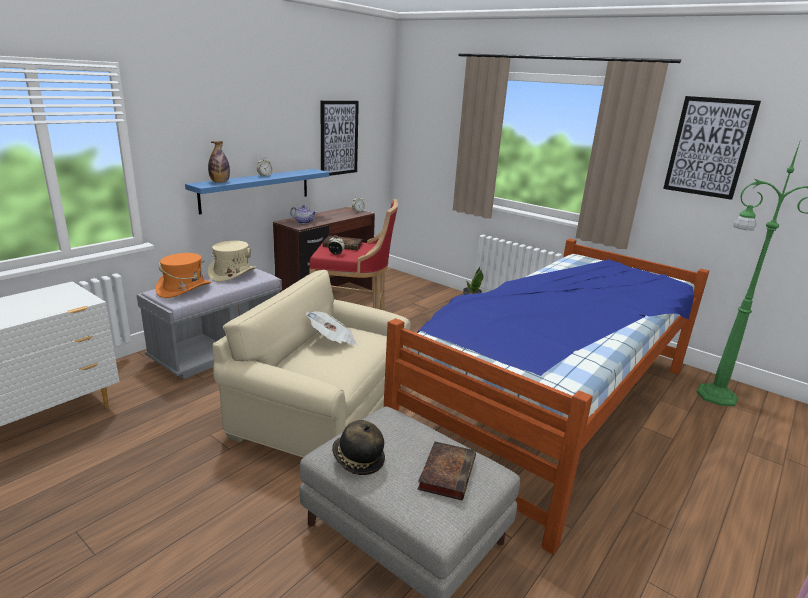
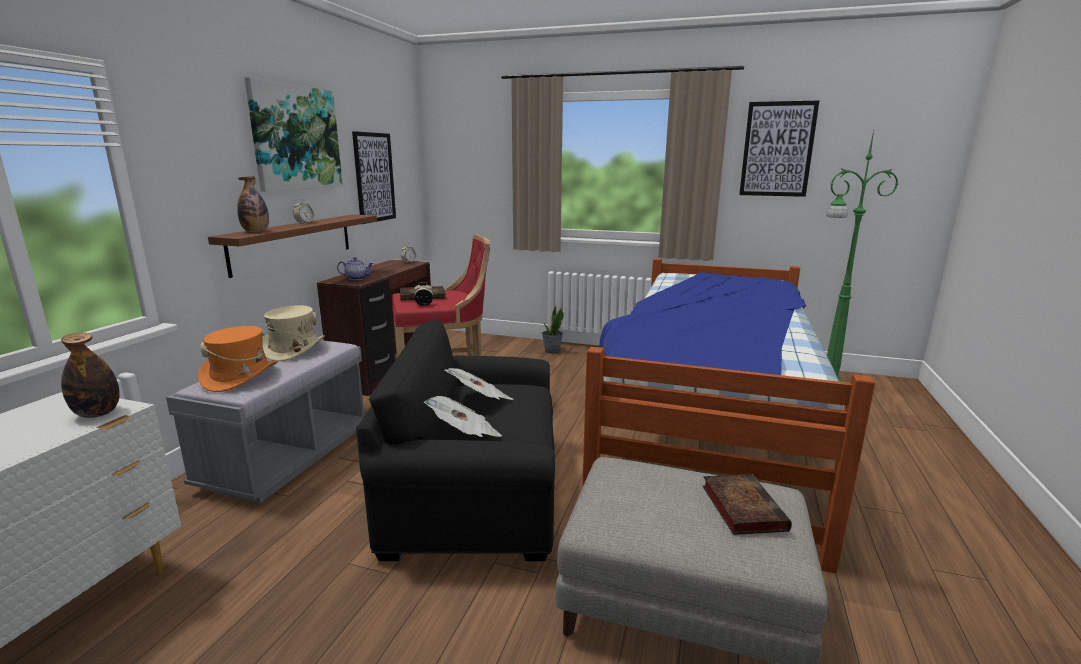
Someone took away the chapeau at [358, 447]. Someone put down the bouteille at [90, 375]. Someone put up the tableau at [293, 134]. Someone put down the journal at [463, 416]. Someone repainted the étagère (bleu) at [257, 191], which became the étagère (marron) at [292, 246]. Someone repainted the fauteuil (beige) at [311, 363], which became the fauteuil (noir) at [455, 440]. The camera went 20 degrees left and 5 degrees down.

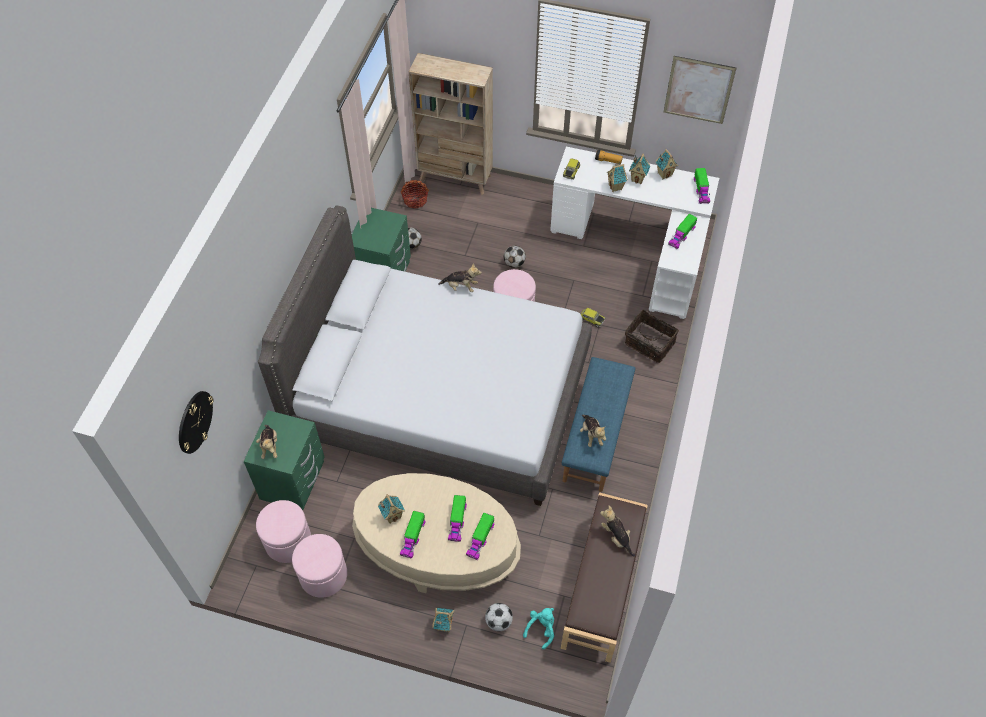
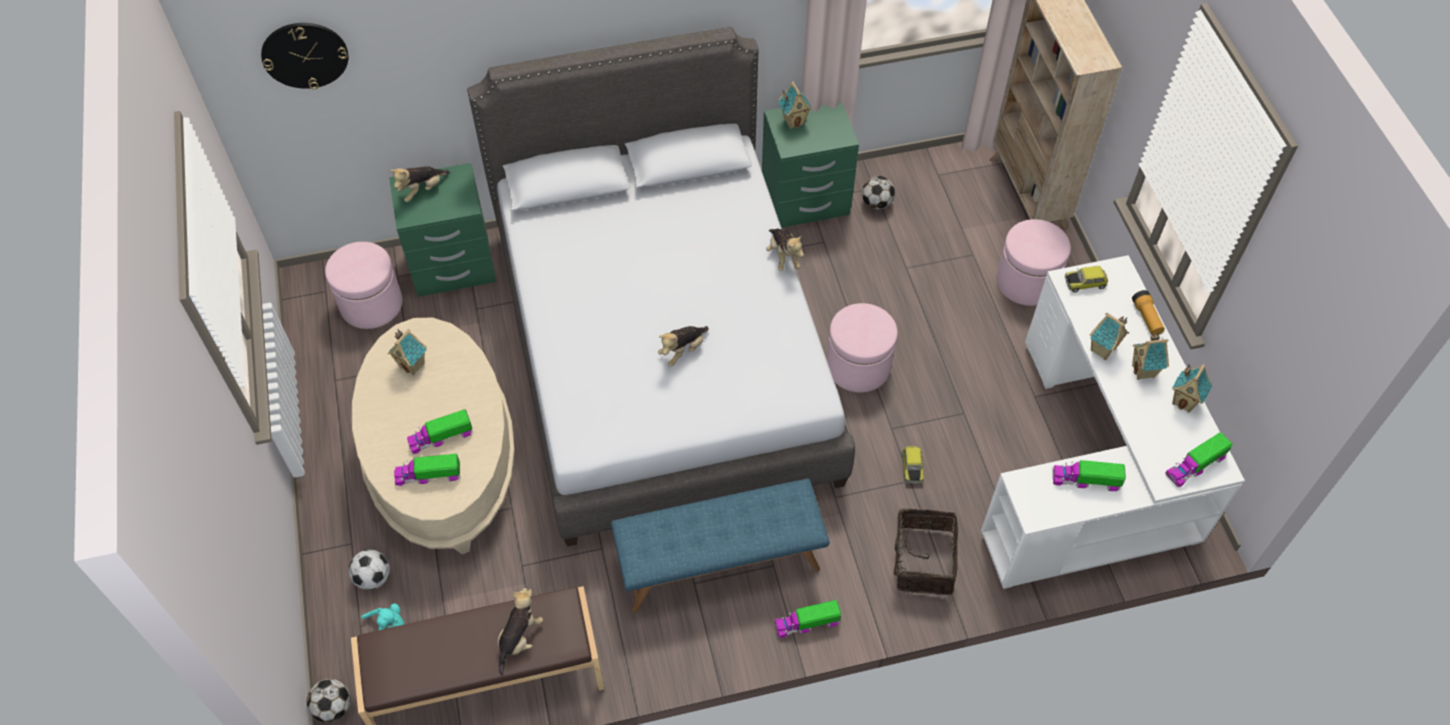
Someone took away the panier at [415, 194]. Someone took away the tableau at [700, 90]. Someone carried the pouf (rose) from [319, 566] to [1033, 262]. Someone carried the camion jouet from [413, 535] to [807, 619]. Someone carried the maison miniature from [443, 620] to [795, 105]. Someone carried the ballon de foot from [515, 257] to [328, 700]. Someone carried the peluche from [593, 431] to [683, 346]. The camera went 60 degrees right and 0 degrees up.

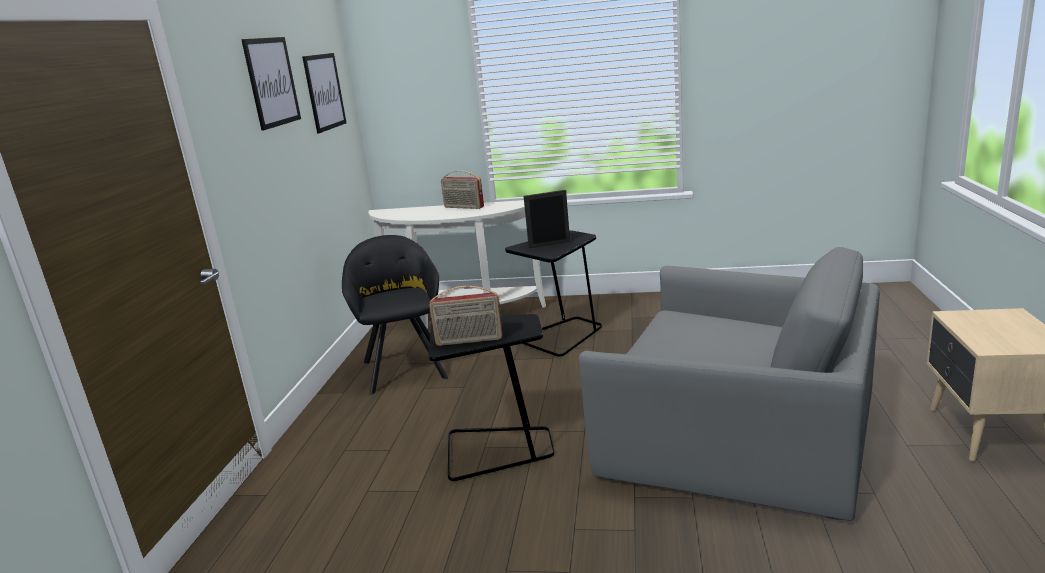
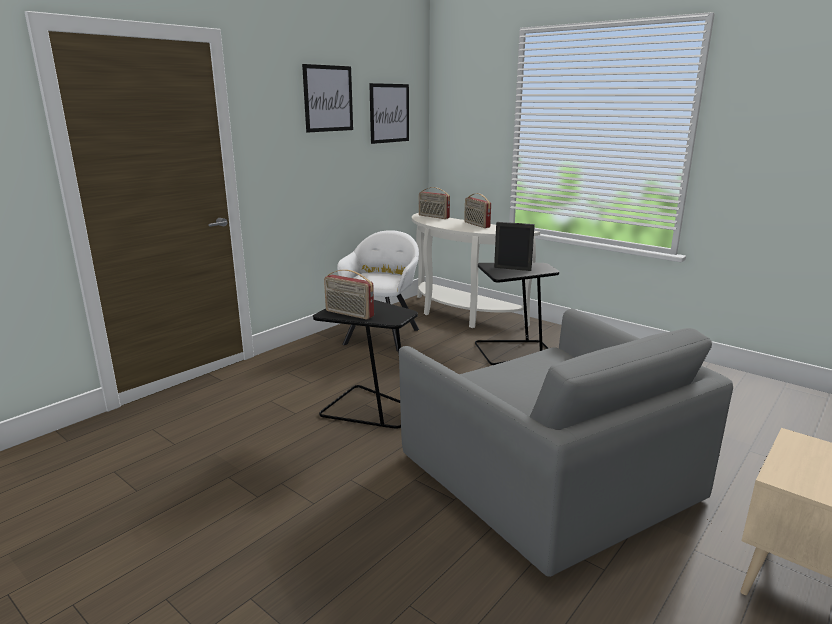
Someone put down the radio at [434, 203]. Someone repainted the fauteuil (noir) at [395, 315], which became the fauteuil (blanc) at [378, 291]. The camera went 30 degrees right and 0 degrees up.

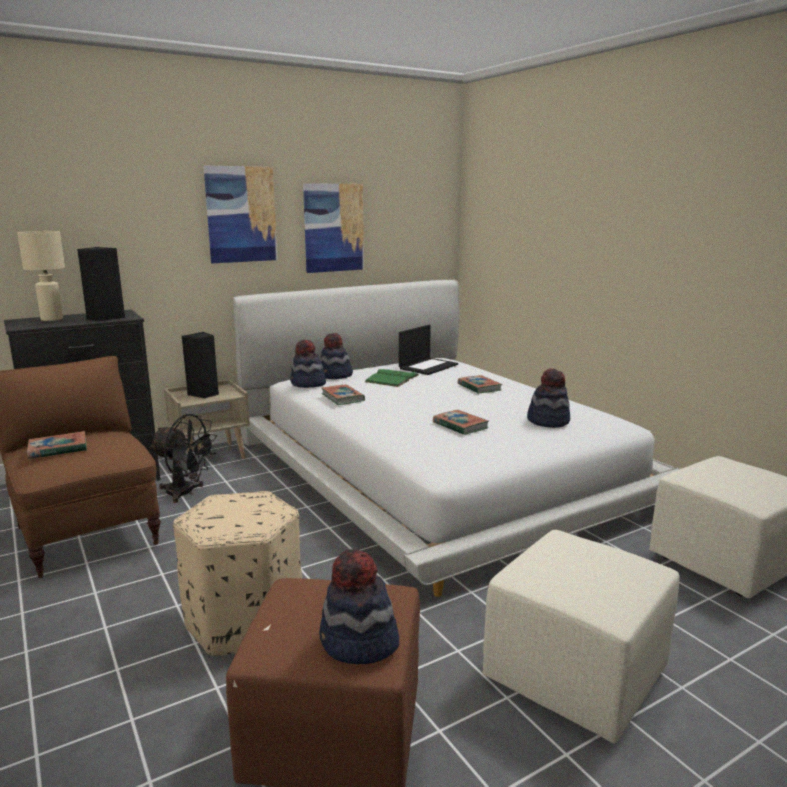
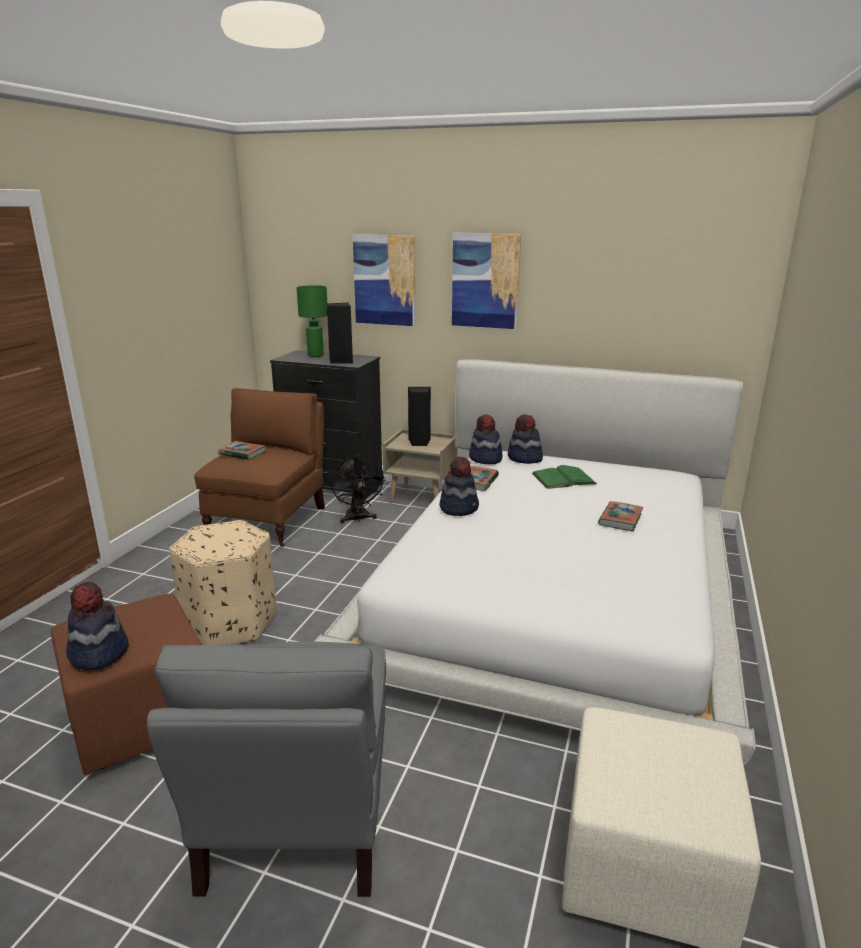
Someone took away the ordinateur portable at [428, 350]. Someone took away the livre at [461, 422]. Someone carried the tableau from [333, 228] to [384, 280]. Someone carried the chapeau from [548, 398] to [459, 486]. Someone swapped the pouf (beige) at [581, 637] for the fauteuil (gris) at [266, 769]. Someone repainted the lampe de table (beige) at [41, 276], which became the lampe de table (vert) at [311, 321]. The camera went 50 degrees right and 5 degrees up.

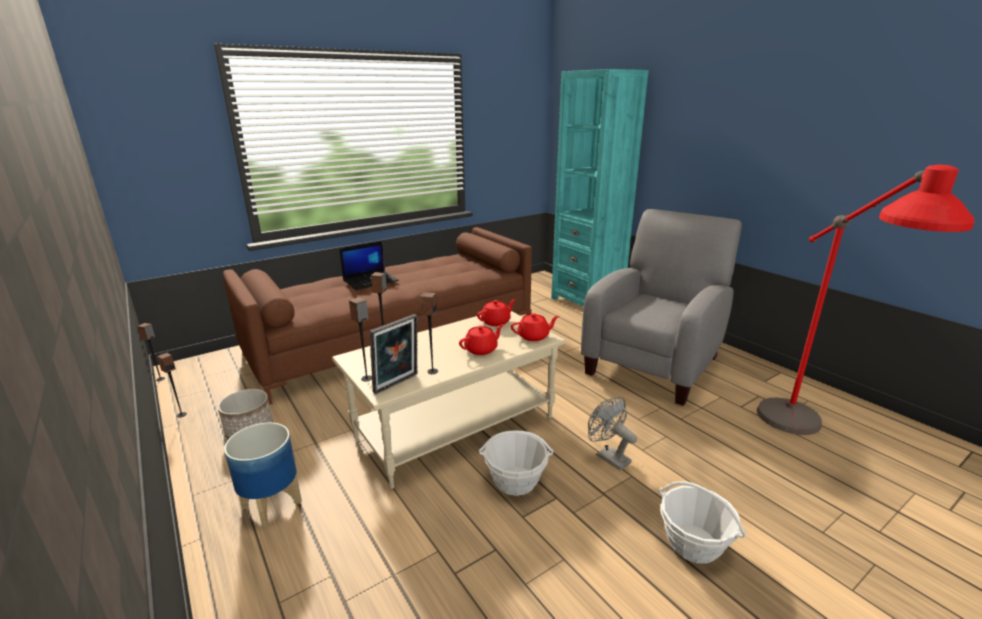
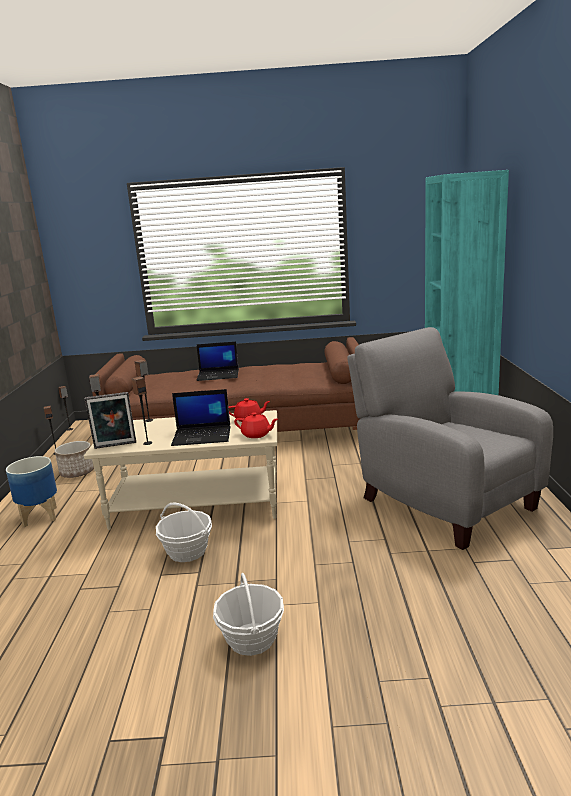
Someone took away the ventilateur (gris) at [612, 433]. Someone took away the lampadaire (rouge) at [866, 300]. Someone swapped the théière (rouge) at [481, 339] for the ordinateur portable at [201, 417]. Someone rotated the fauteuil (gris) at [661, 307] by 105 degrees counterclockwise. The camera went 35 degrees right and 5 degrees down.

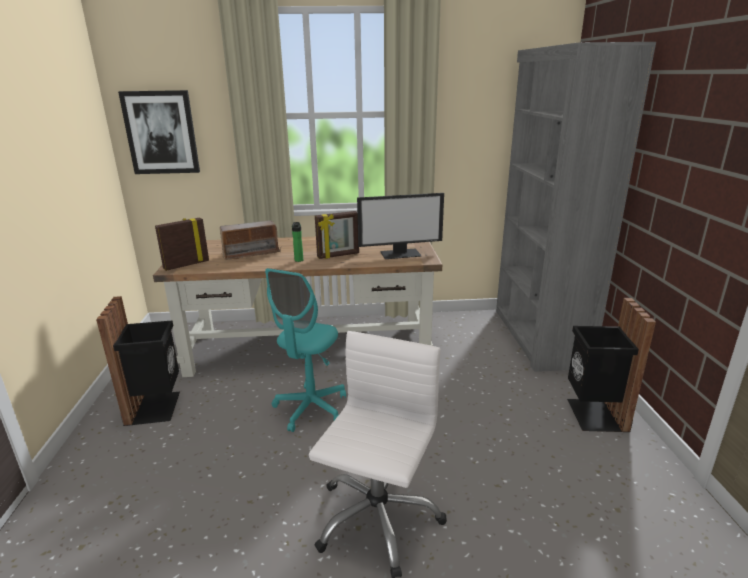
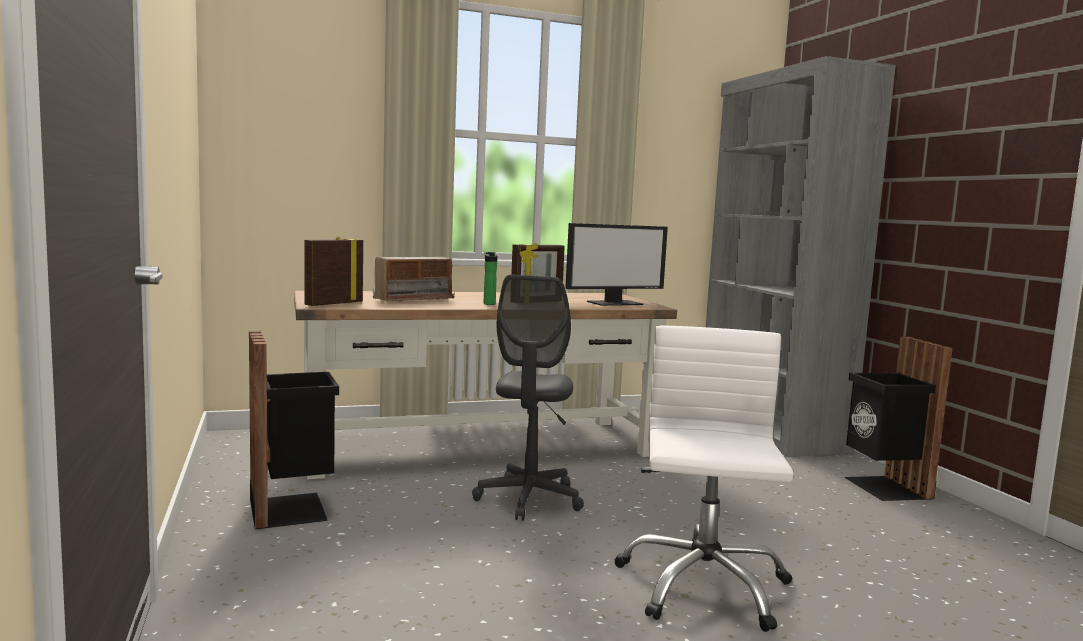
Someone took away the tableau at [159, 132]. Someone repainted the chaise de bureau (turquoise) at [305, 350], which became the chaise de bureau (gris) at [528, 398]. The camera went 15 degrees left and 15 degrees down.

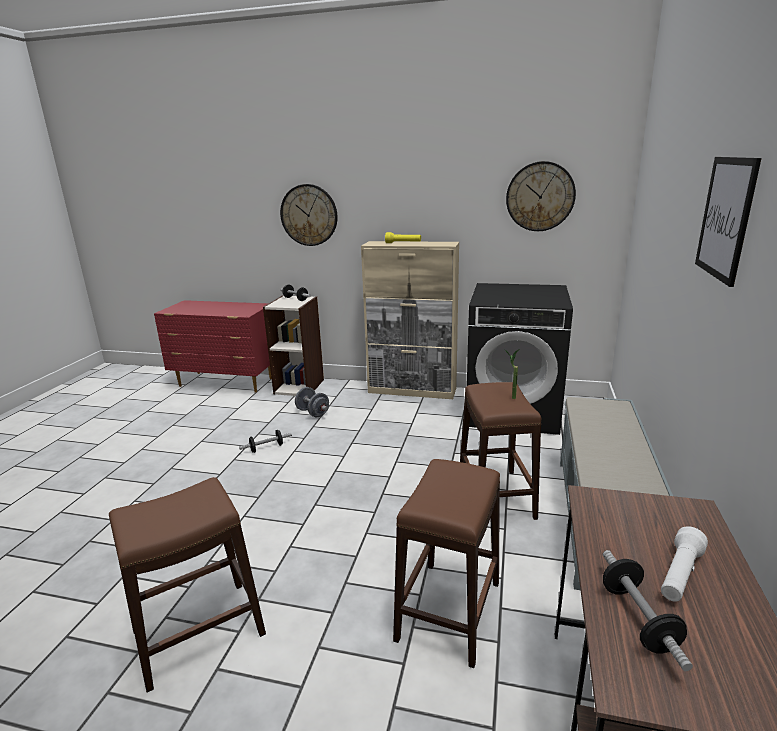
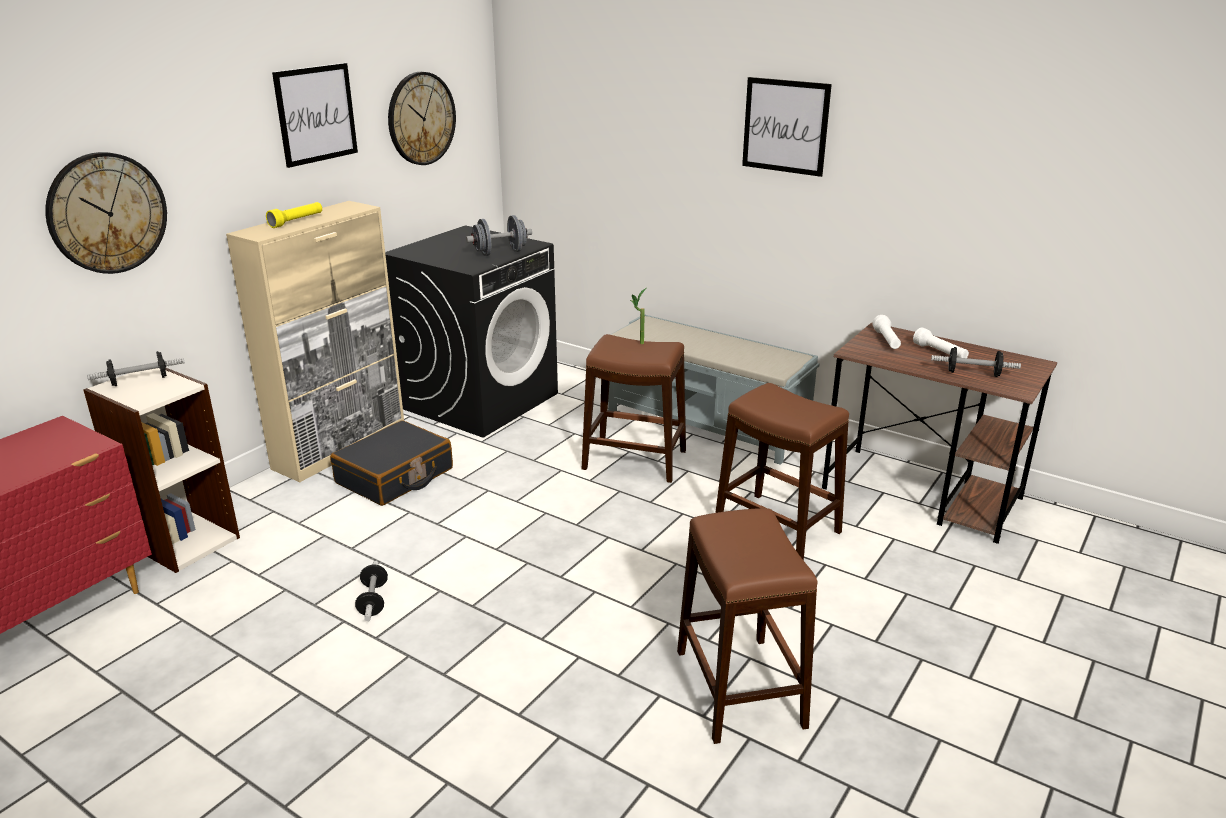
Someone put up the tableau at [315, 115]. Someone put down the valise (noir) at [391, 463]. Someone put down the lampe de poche (blanc) at [886, 332]. Someone carried the haltère (gris) from [312, 402] to [499, 235]. The camera went 70 degrees left and 5 degrees up.

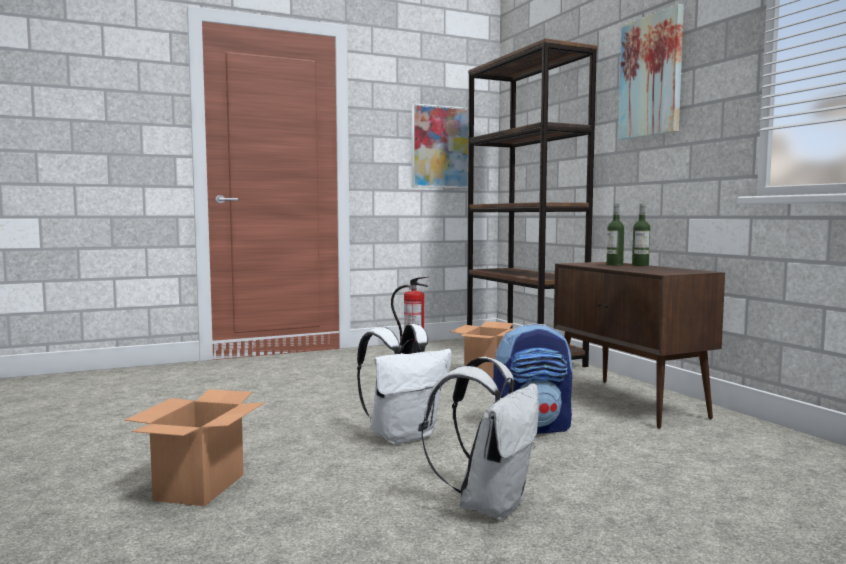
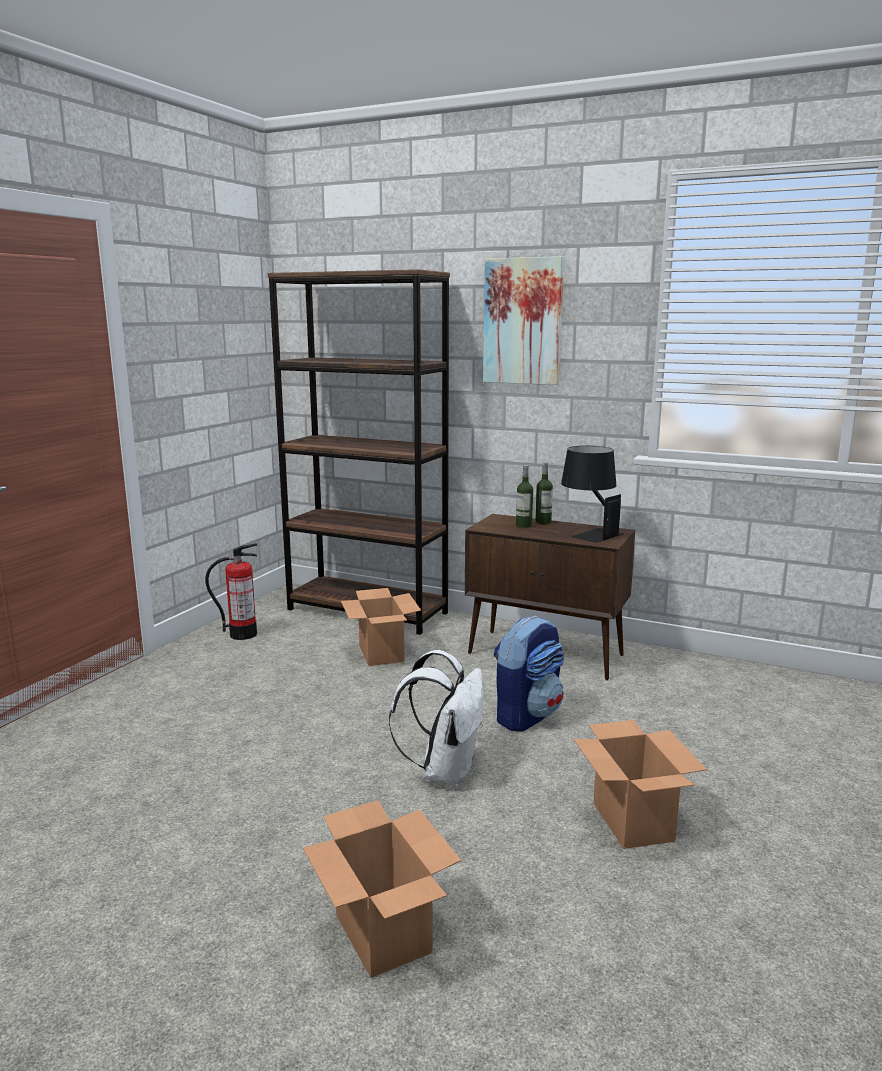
Someone took away the tableau at [440, 146]. Someone put down the lampe de table (noir) at [592, 494]. Someone swapped the sac à dos (blanc) at [480, 438] for the carton at [640, 784]. The camera went 40 degrees left and 10 degrees up.

